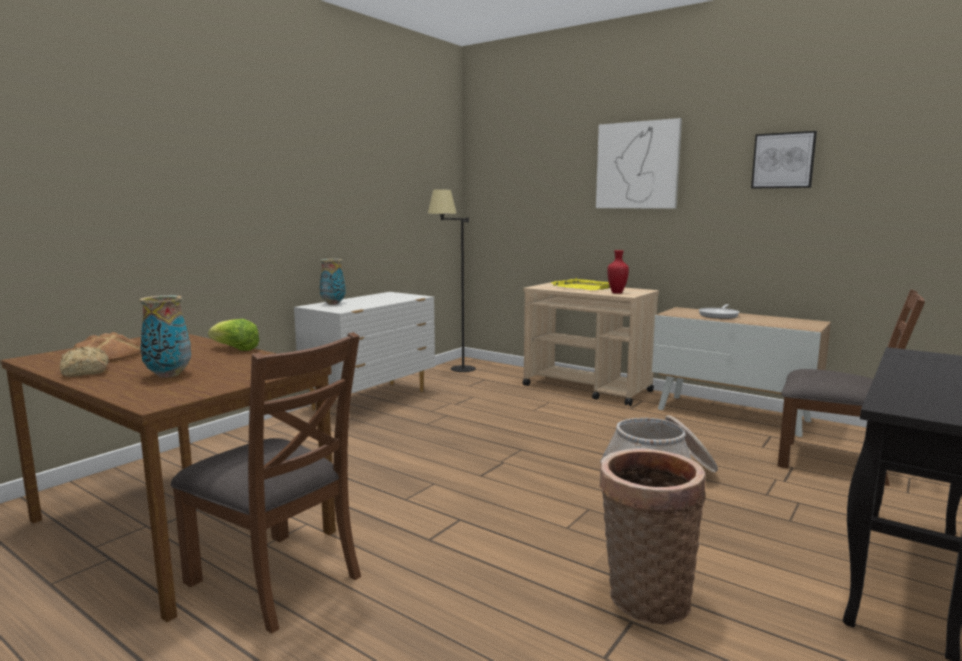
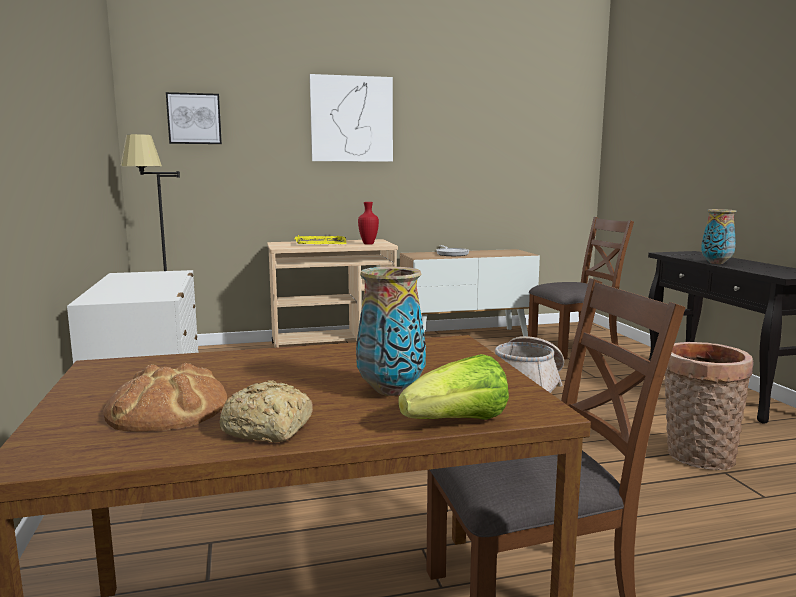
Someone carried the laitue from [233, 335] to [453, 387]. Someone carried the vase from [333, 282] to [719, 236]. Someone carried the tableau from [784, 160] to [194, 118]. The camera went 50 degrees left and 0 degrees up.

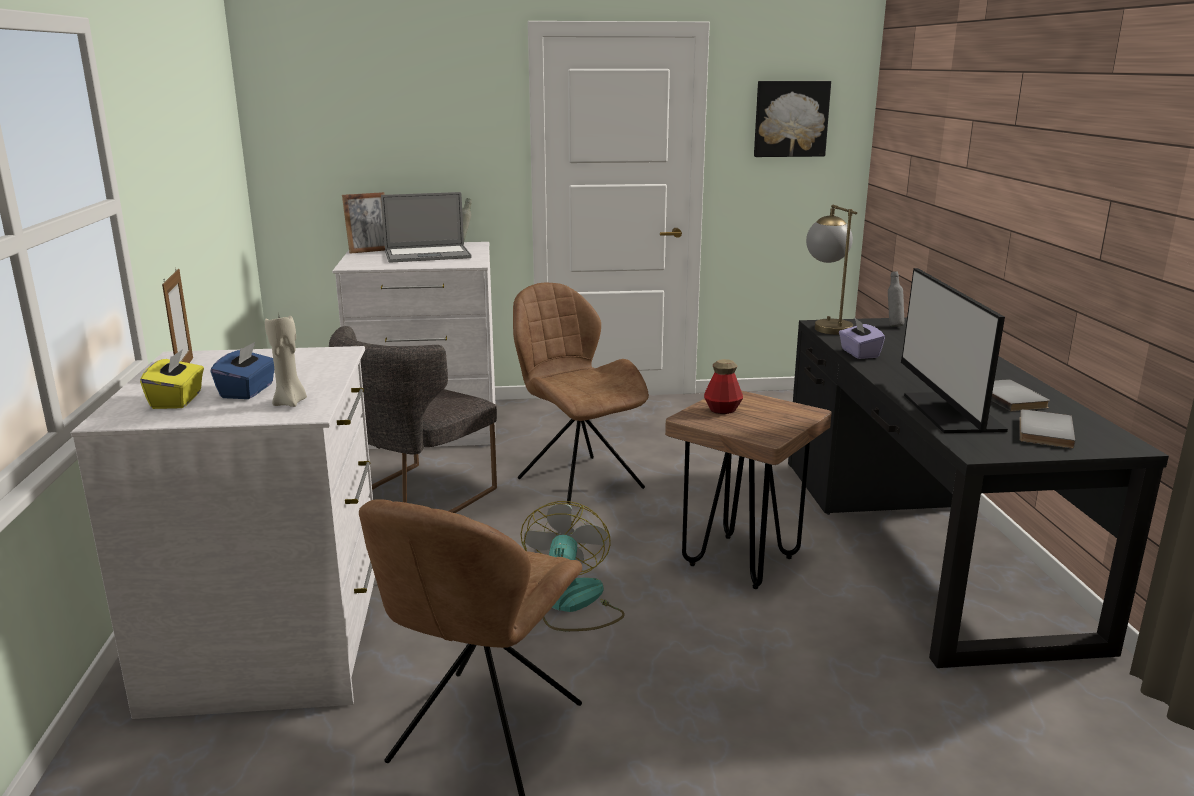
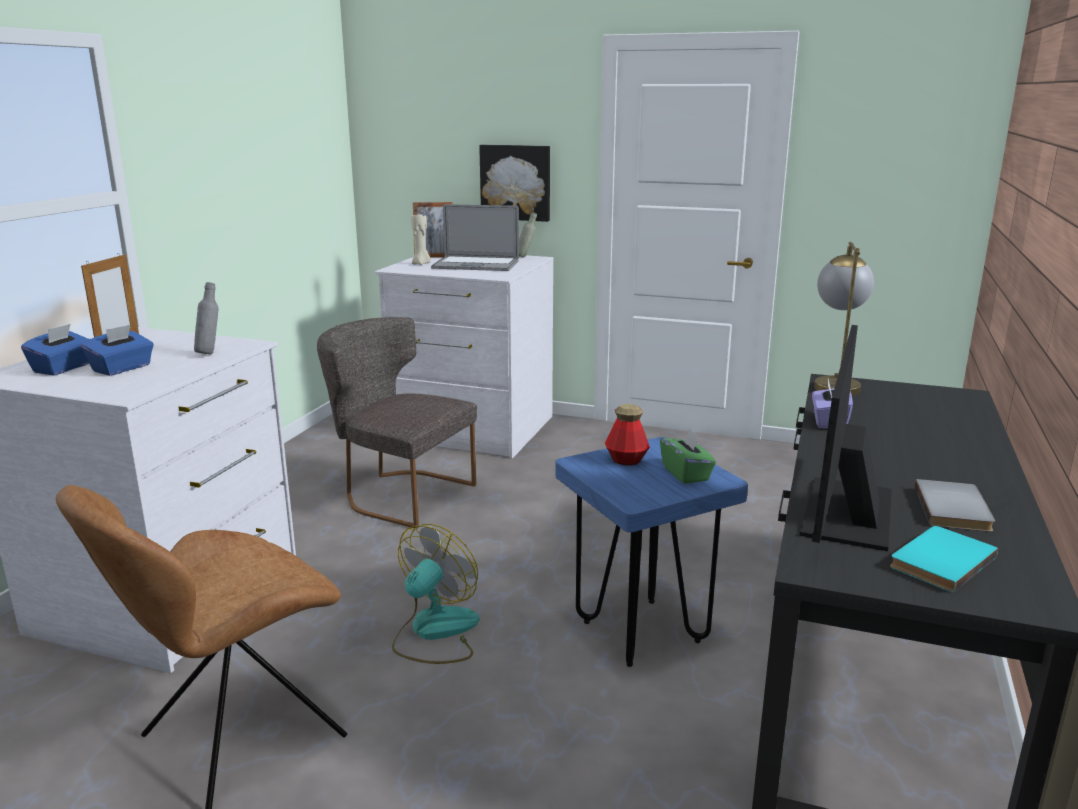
Someone took away the chaise (marron) at [581, 394]. Someone put down the boîte à mouchoirs (vert) at [688, 456]. Someone carried the bougie (beige) from [286, 359] to [421, 238]. Someone carried the tableau from [792, 119] to [514, 183]. Someone carried the bouteille (gris) from [896, 299] to [206, 318]. Someone repainted the boîte à mouchoirs (jaune) at [172, 379], which became the boîte à mouchoirs (bleu) at [55, 350]. Someone repainted the tabouret (marron) at [748, 489], which became the tabouret (bleu) at [651, 552]. Someone repainted the livre (gris) at [1047, 429], which became the livre (turquoise) at [944, 559]. Someone rotated the chaise (gris) at [413, 419] by 60 degrees clockwise. The camera went 25 degrees right and 0 degrees up.

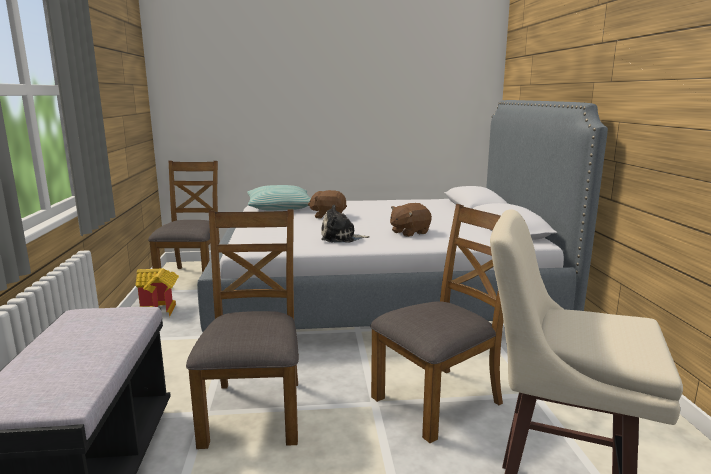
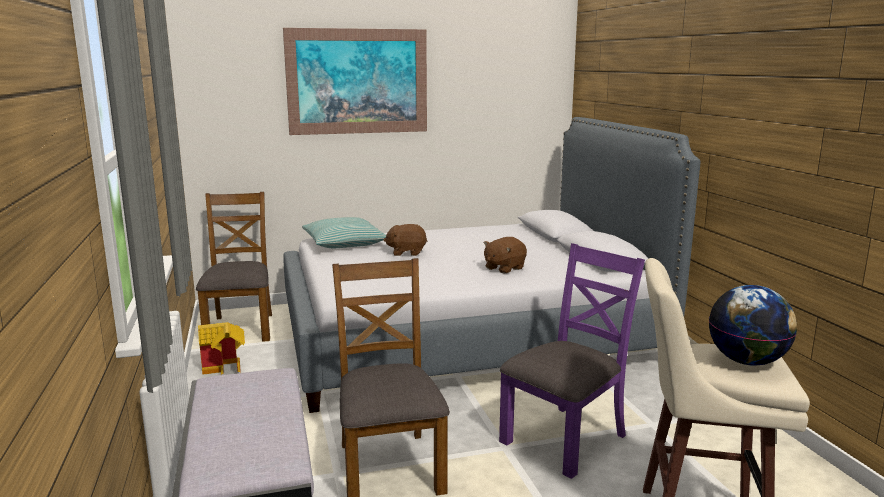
Someone took away the peluche at [345, 224]. Someone put up the tableau at [355, 81]. Someone put down the globe at [753, 325]. Someone repainted the chaise (marron) at [437, 323], which became the chaise (violet) at [572, 361]. The camera went 10 degrees left and 0 degrees up.

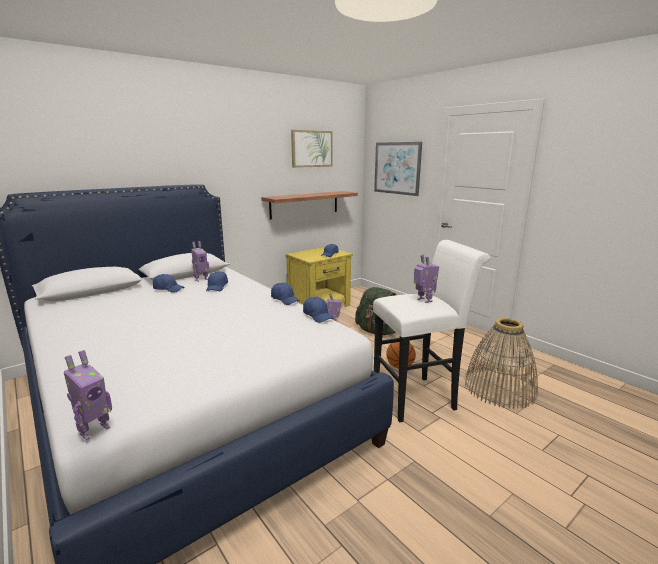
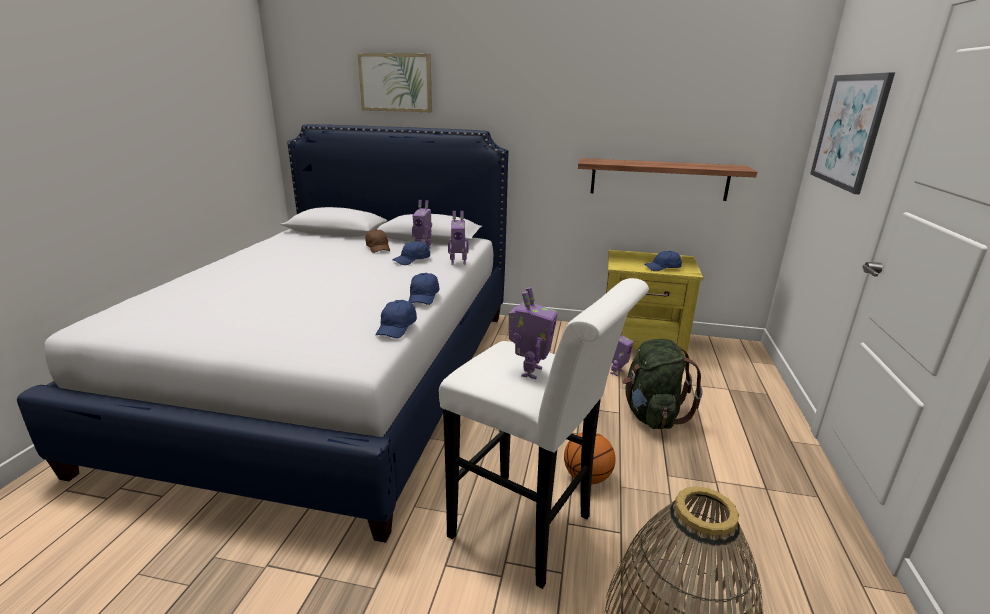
Someone carried the robot jouet from [88, 395] to [458, 238]. Someone carried the tableau from [312, 149] to [395, 82]. Someone repainted the casquette (bleu) at [168, 283], which became the casquette (marron) at [377, 241]. The camera went 50 degrees right and 5 degrees up.

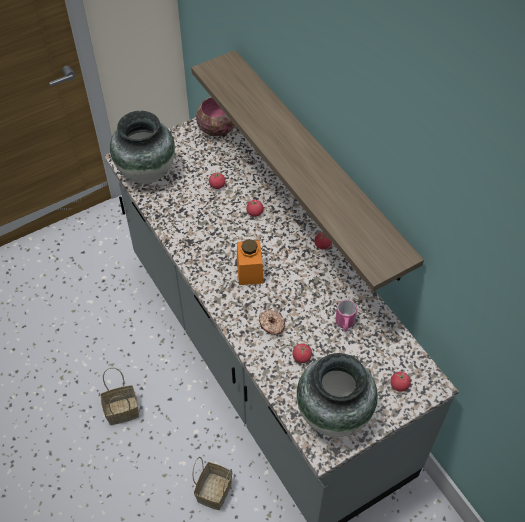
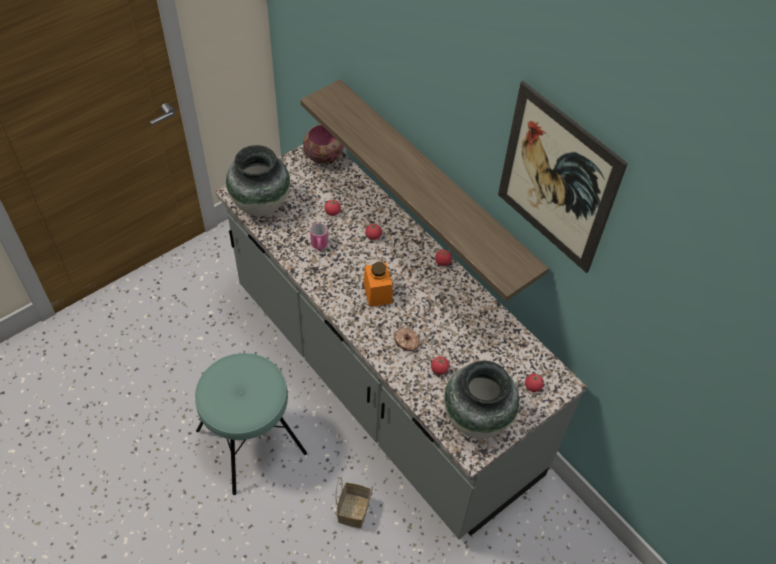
Someone put up the tableau at [563, 177]. Someone carried the mug (rose) from [346, 316] to [319, 237]. Someone swapped the panier at [119, 396] for the tabouret (turquoise) at [251, 424]. The camera went 10 degrees left and 0 degrees up.

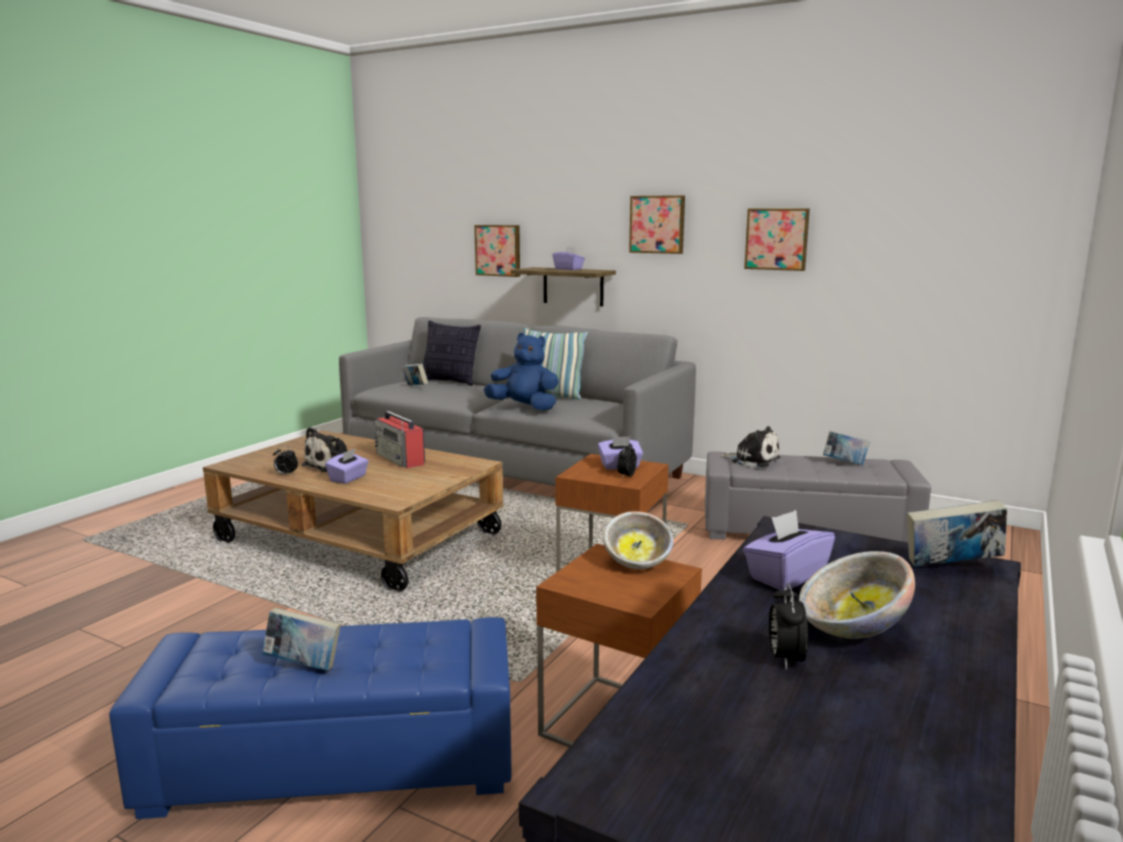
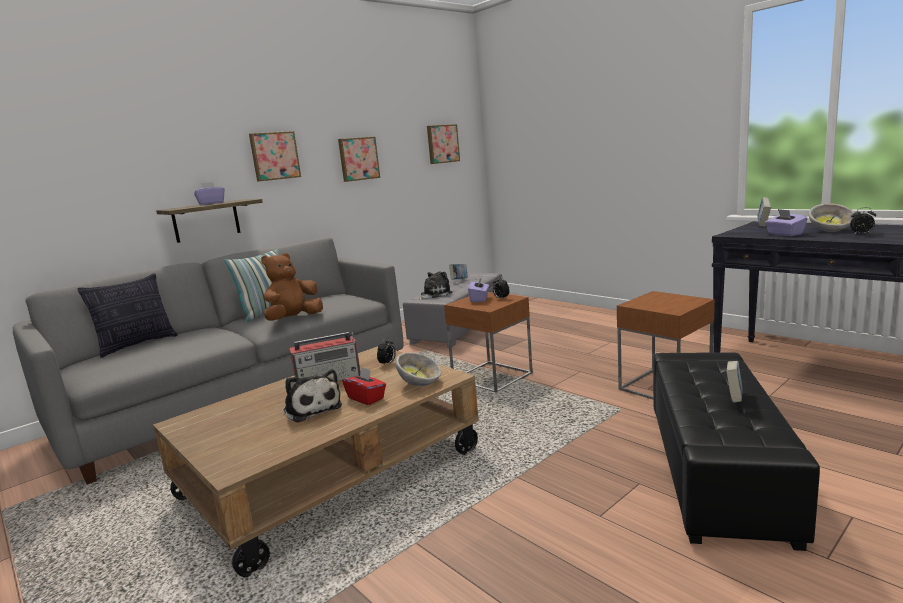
Someone took away the livre at [415, 374]. Someone carried the réveil from [285, 460] to [386, 351]. Someone carried the tableau from [497, 251] to [443, 144]. Someone carried the bol from [638, 540] to [418, 369]. Someone repainted the pouf (bleu) at [310, 718], which became the pouf (noir) at [736, 451]. Someone repainted the boîte à mouchoirs (violet) at [347, 466], which became the boîte à mouchoirs (rouge) at [364, 386]. Someone repainted the peluche (bleu) at [521, 372], which became the peluche (marron) at [292, 287]. The camera went 70 degrees left and 0 degrees up.

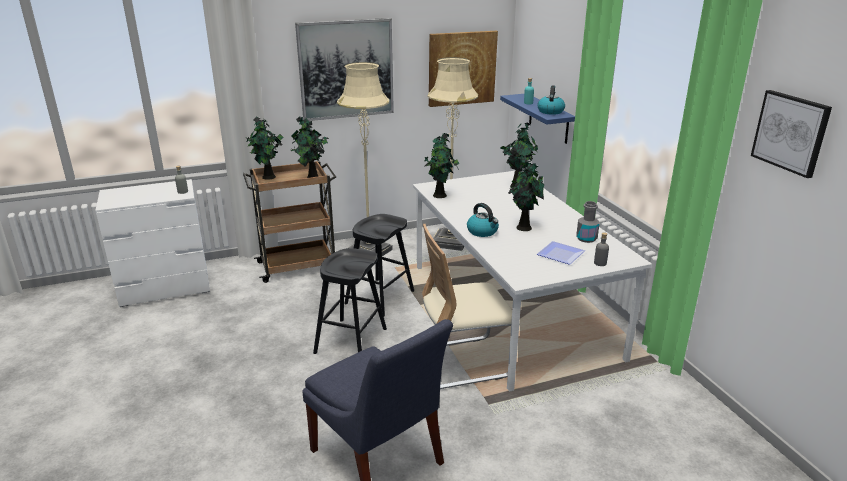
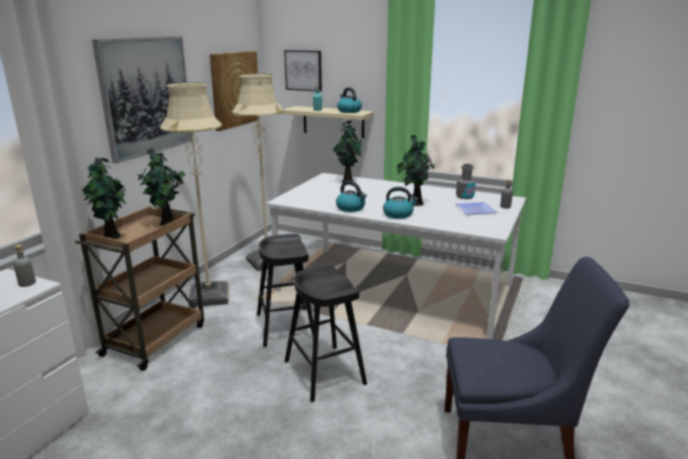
Someone took away the chaise (beige) at [471, 306]. Someone took away the plante en pot at [441, 165]. Someone put down the bouilloire at [351, 196]. Someone carried the tableau from [791, 134] to [303, 71]. Someone repainted the étagère (bleu) at [537, 119], which became the étagère (beige) at [327, 122]. The camera went 45 degrees left and 5 degrees down.

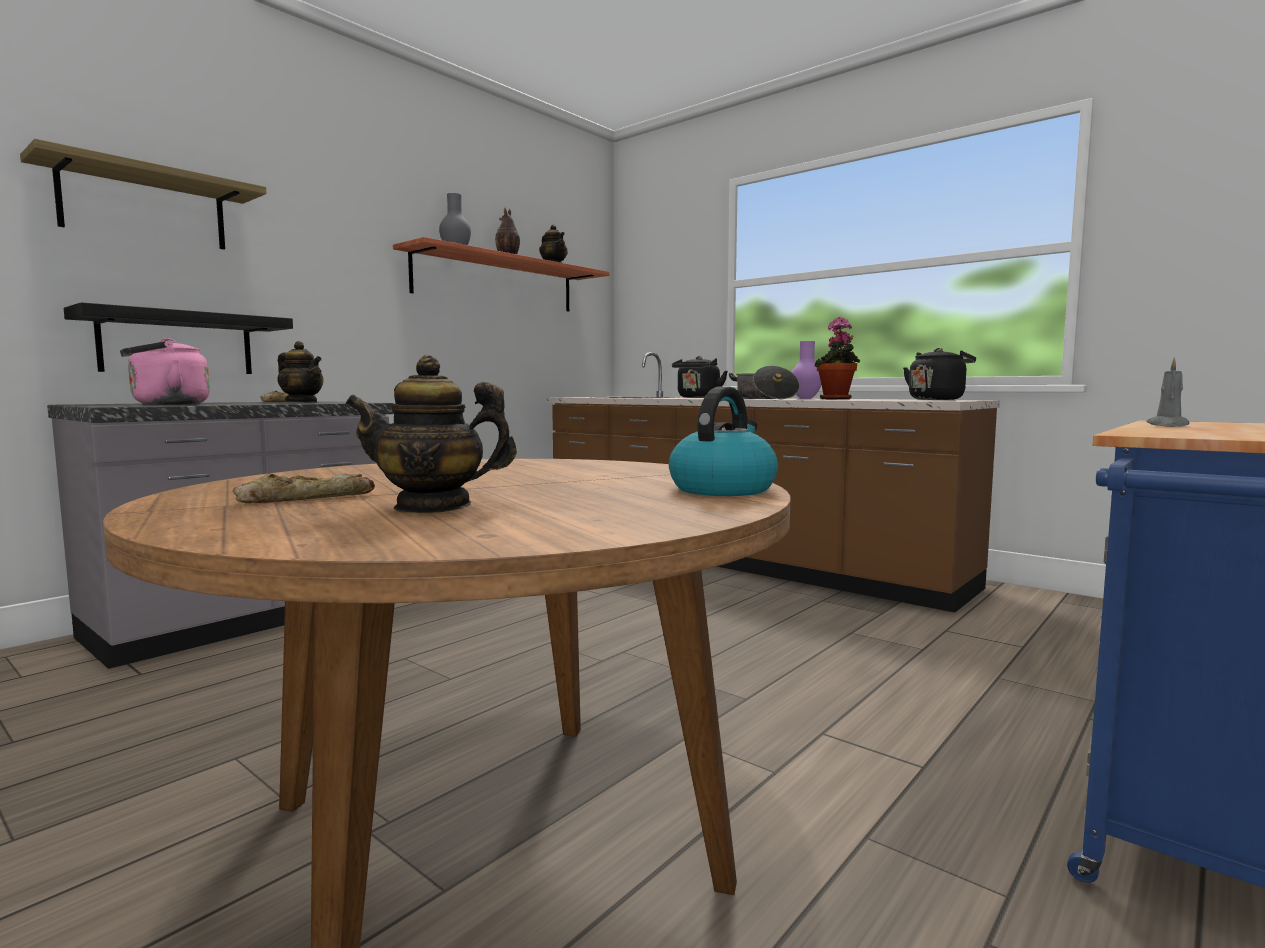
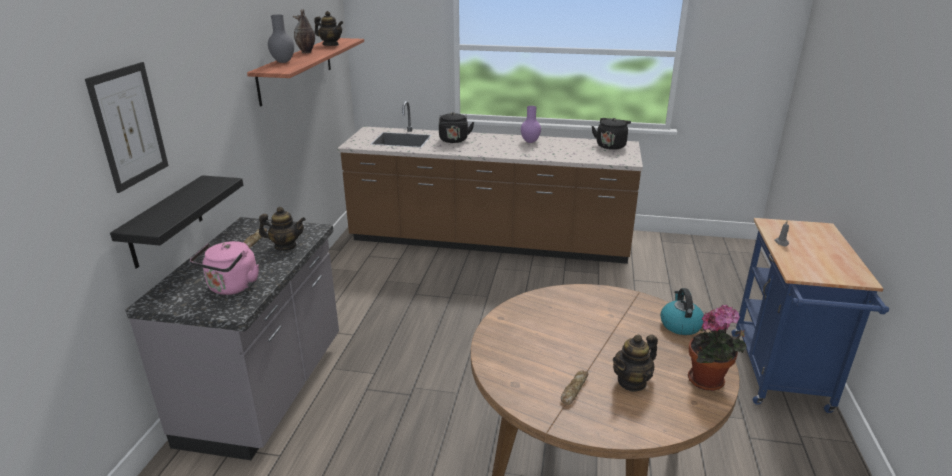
Someone took away the marmite at [764, 382]. Someone carried the plante en pot from [837, 358] to [717, 348]. Someone swapped the étagère at [143, 194] for the tableau at [127, 127]. The camera went 30 degrees left and 20 degrees up.

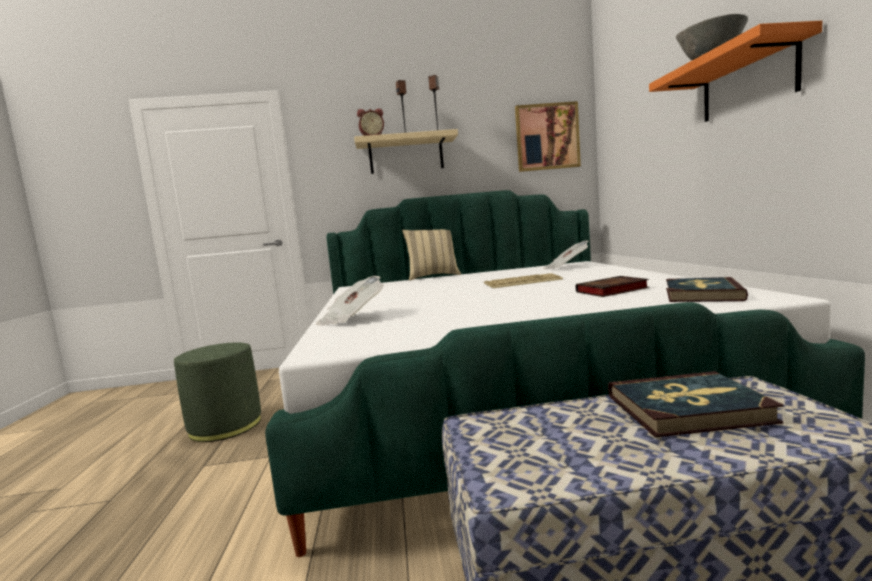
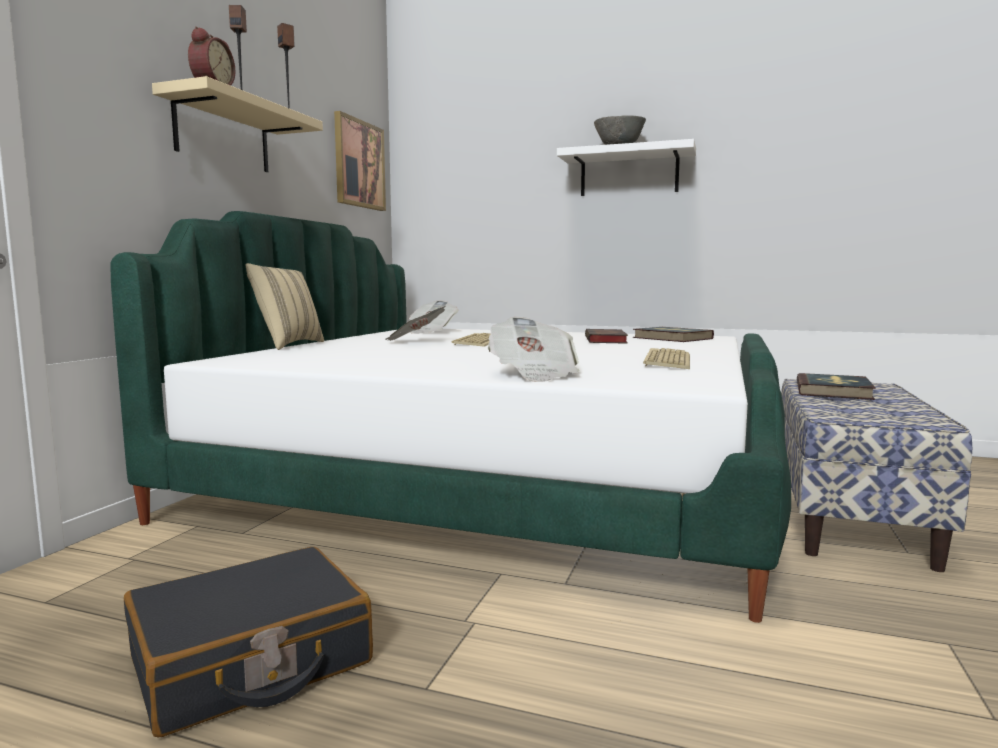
Someone put down the journal at [415, 323]. Someone put down the clavier at [666, 358]. Someone swapped the pouf (vert) at [217, 392] for the valise (noir) at [248, 642]. Someone repainted the étagère (orange) at [735, 71], which became the étagère (blanc) at [626, 167]. The camera went 65 degrees left and 0 degrees up.

